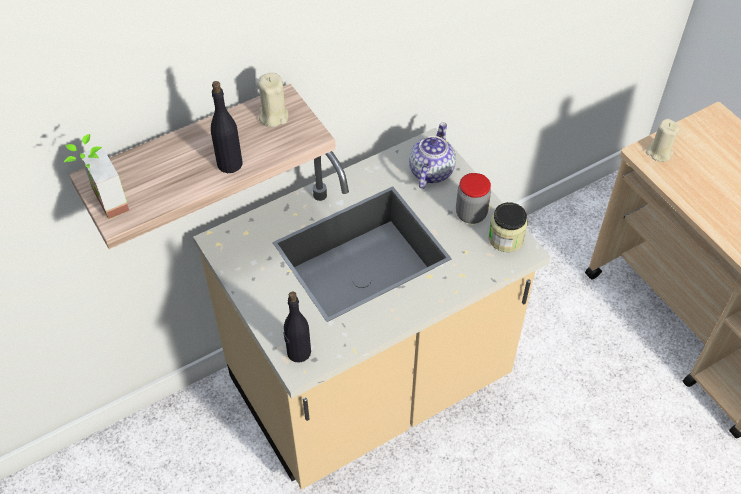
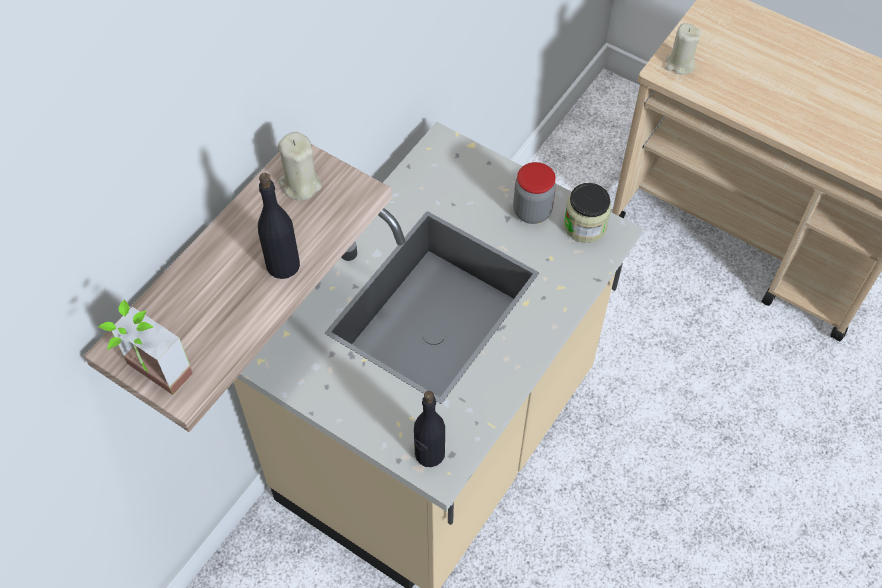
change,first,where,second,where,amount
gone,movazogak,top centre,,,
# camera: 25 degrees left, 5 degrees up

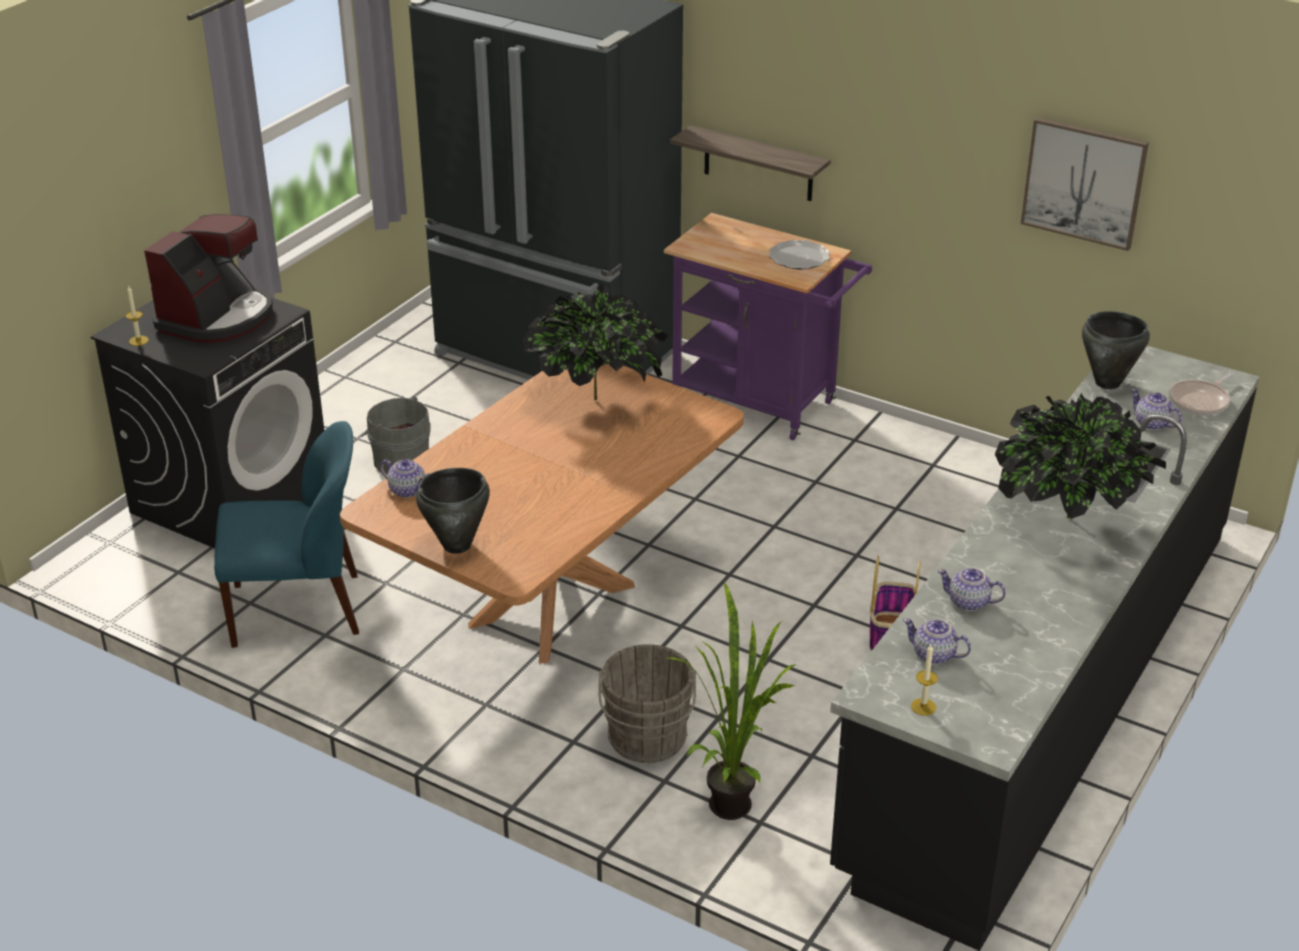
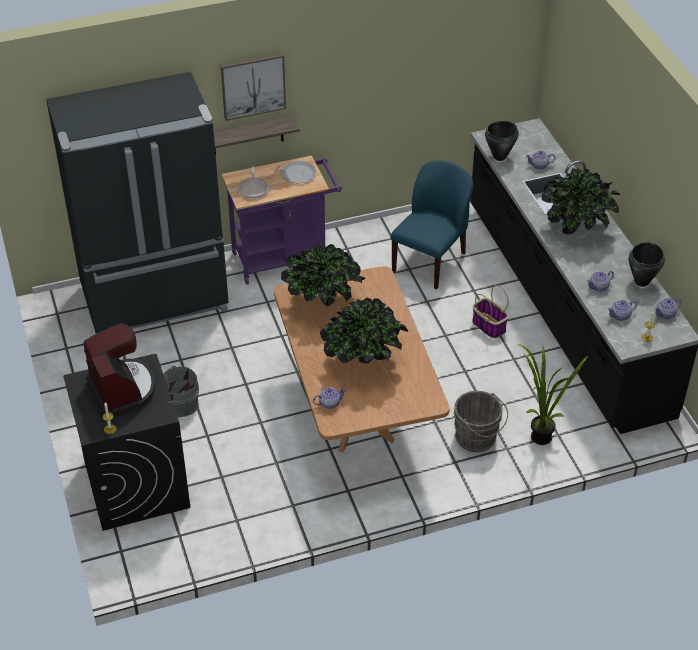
change,first,where,second,where,amount
shifted,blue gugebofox,middle left,,centre,
shifted,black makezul (no. 1 from left in the first image),centre,black makezul (no. 2 from left),middle right,
shifted,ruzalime,top right,,top centre,
shifted,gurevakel,middle right,,top centre,
new,,,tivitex (no. 2 from left),centre,
new,,,movazogak (no. 5 from left),middle right,
# camera: 50 degrees left, 10 degrees up

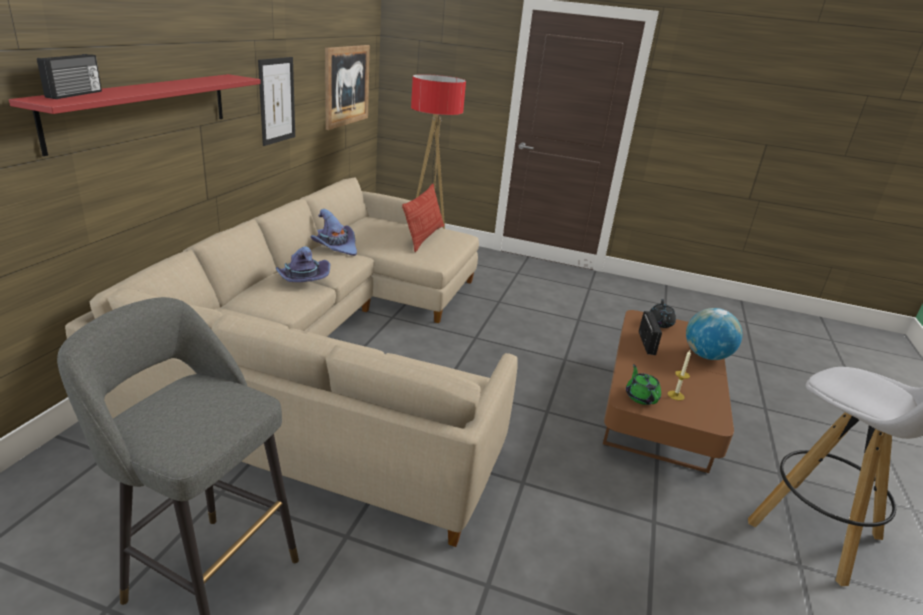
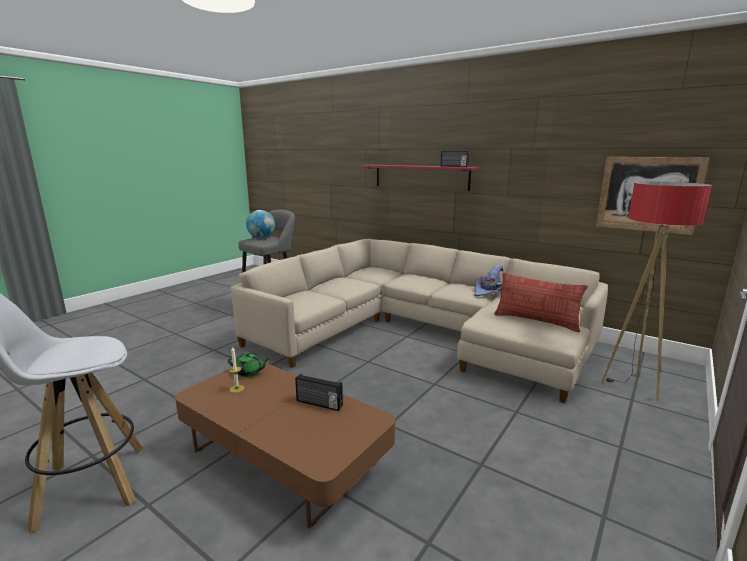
change,first,where,second,where,amount
shifted,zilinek (no. 1 from left in the first image),top left,zilinek (no. 2 from left),top centre,
gone,ruzalime (no. 1 from left),top left,,,
gone,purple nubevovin (no. 1 from left),middle left,,,
gone,black movazogak,middle right,,,
shifted,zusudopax,middle right,,centre,
# camera: 110 degrees right, 10 degrees down

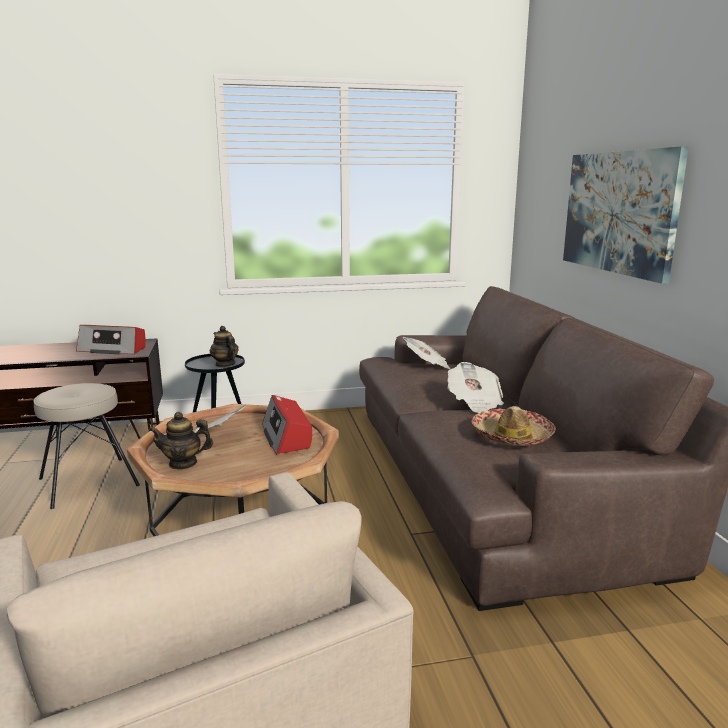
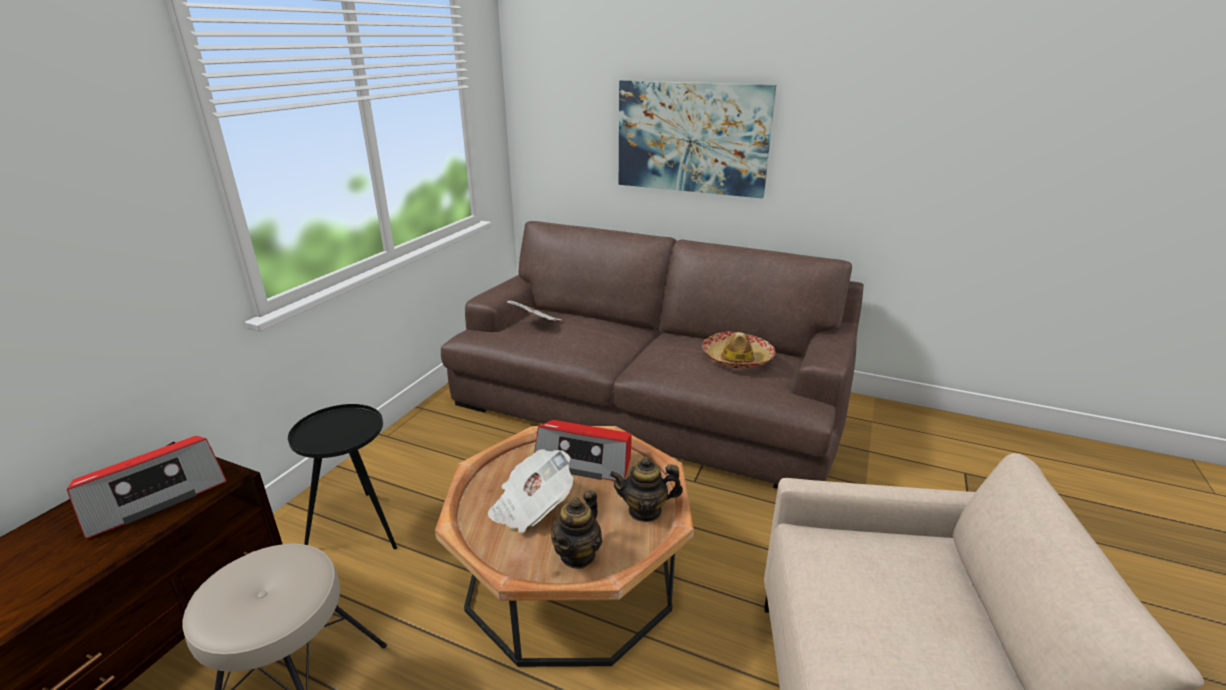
change,first,where,second,where,amount
shifted,movazogak (no. 2 from left),middle left,,bottom centre,
gone,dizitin (no. 3 from left),centre,,,
# camera: 55 degrees left, 10 degrees up

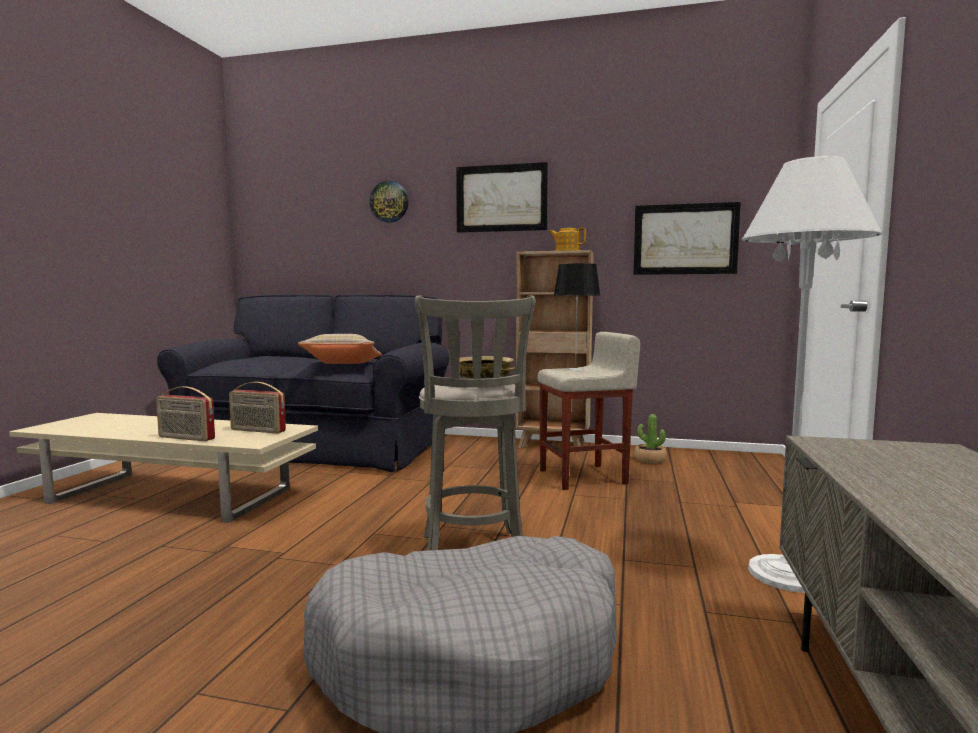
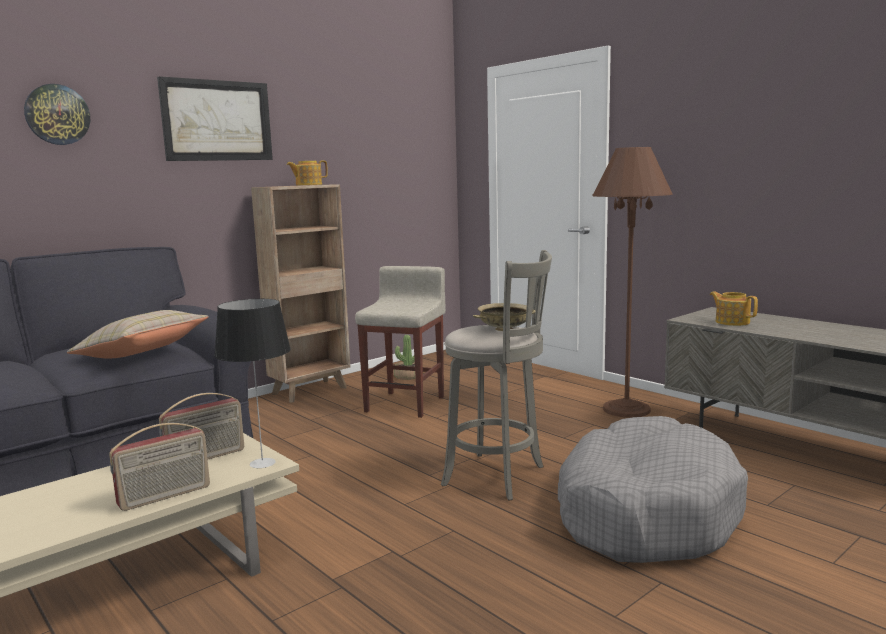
change,first,where,second,where,amount
shifted,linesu,centre,,middle left,
gone,ruzalime (no. 2 from left),top right,,,
repainted,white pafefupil,middle right,brown pafefupil,middle right,
new,,,movazogak (no. 2 from left),middle right,
# camera: 55 degrees left, 5 degrees up

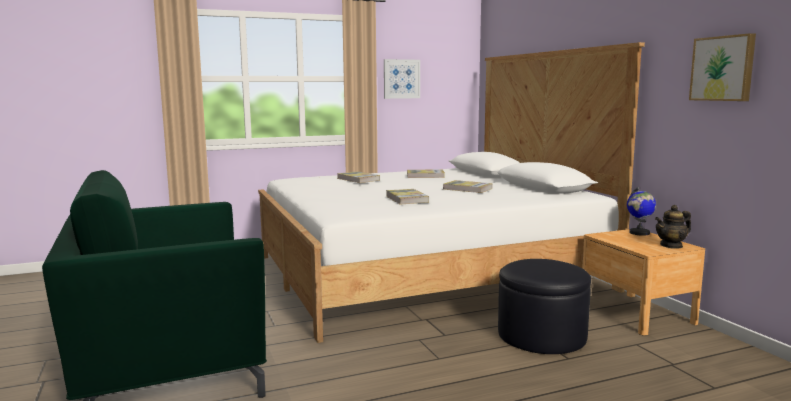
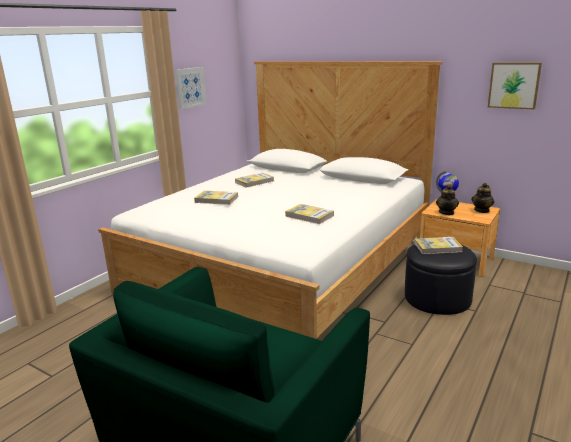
change,first,where,second,where,amount
shifted,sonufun (no. 4 from left),centre,,middle right,
new,,,movazogak (no. 1 from left),middle right,
# camera: 35 degrees left, 10 degrees up

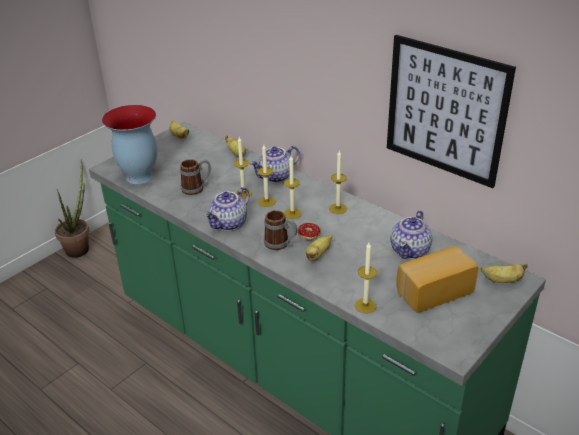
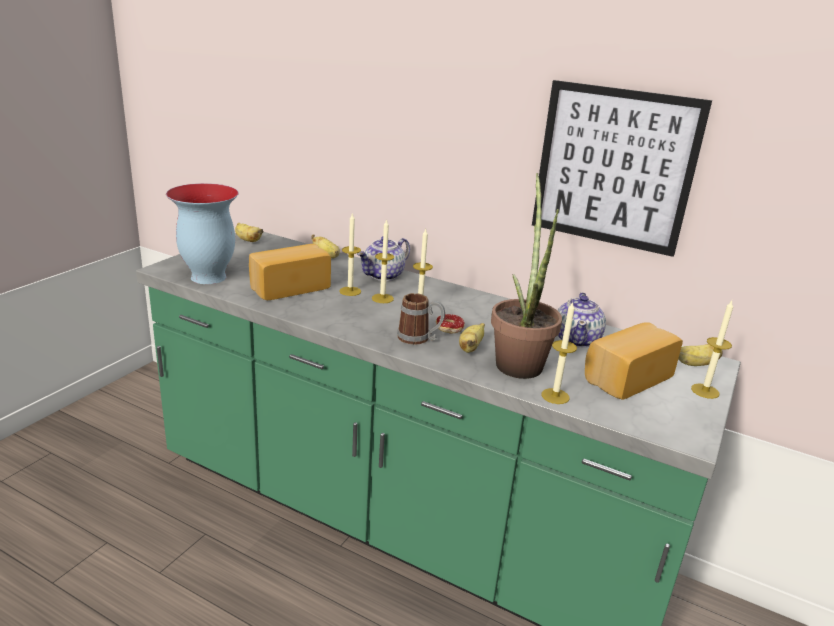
change,first,where,second,where,amount
shifted,tivitex,middle left,,centre,
swapped,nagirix (no. 1 from left),centre,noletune (no. 1 from left),centre,
gone,movazogak (no. 1 from left),centre,,,
shifted,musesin (no. 4 from left in the first image),centre,musesin (no. 5 from left),middle right,
# camera: 15 degrees left, 10 degrees down

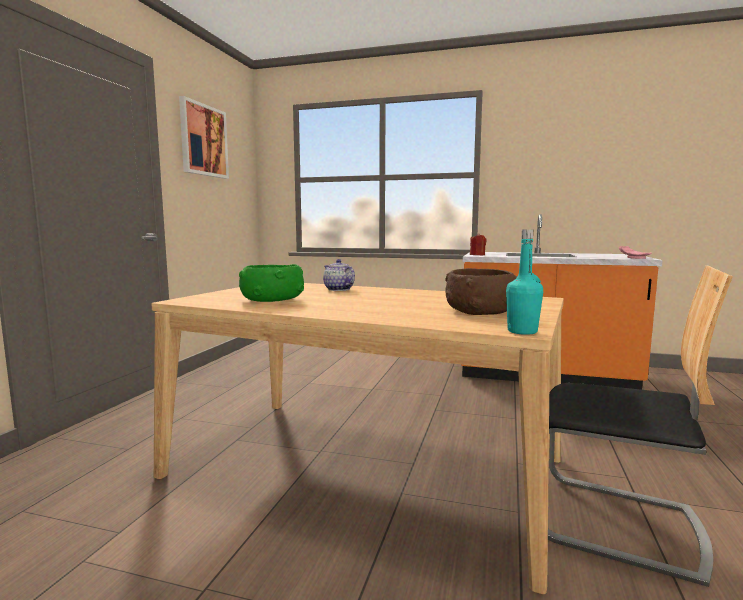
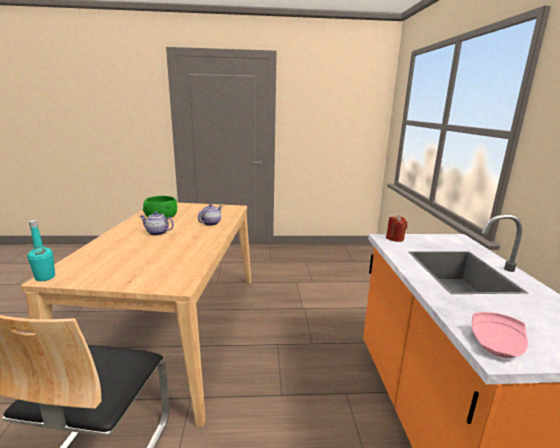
change,first,where,second,where,amount
gone,ruzalime,top left,,,
gone,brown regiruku,centre,,,
new,,,movazogak (no. 1 from left),middle left,
# camera: 70 degrees right, 10 degrees up

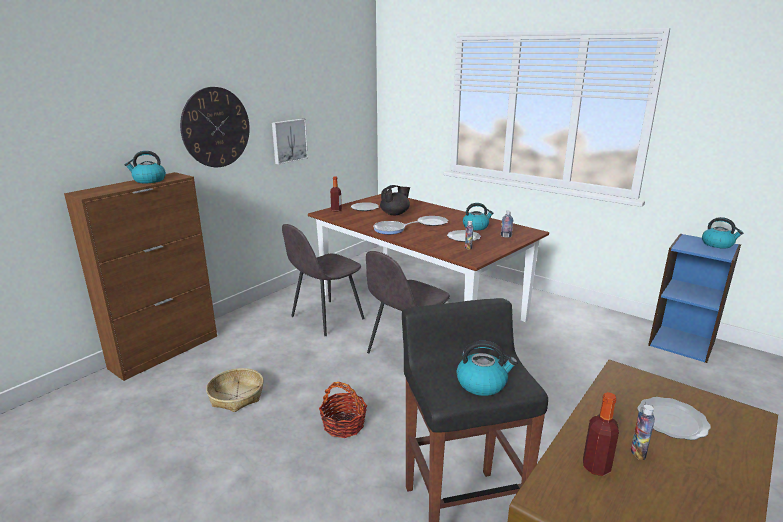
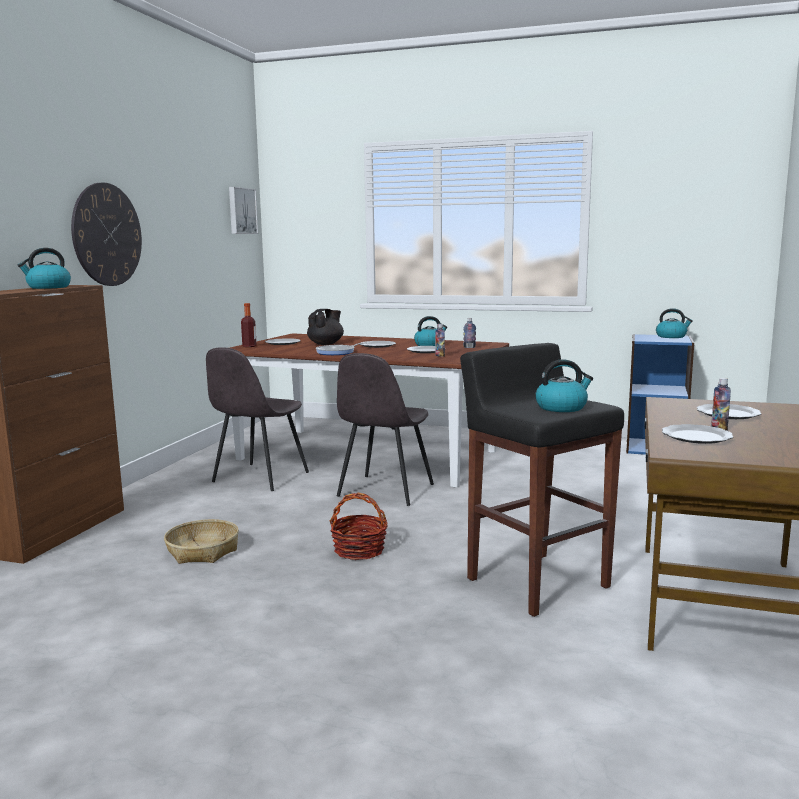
change,first,where,second,where,amount
shifted,ruzalime,top centre,,top left,
swapped,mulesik (no. 4 from left),bottom right,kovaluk (no. 4 from left),middle right,
# camera: 20 degrees left, 10 degrees down

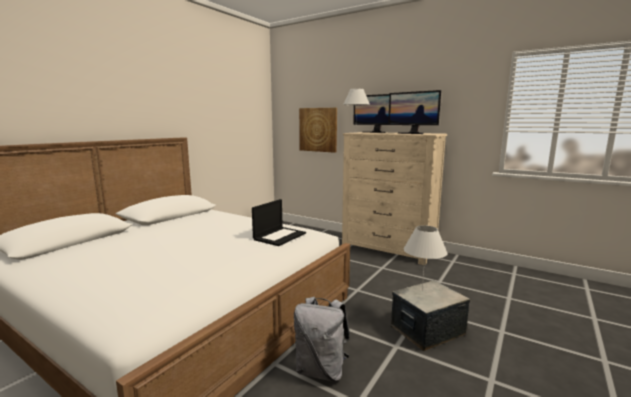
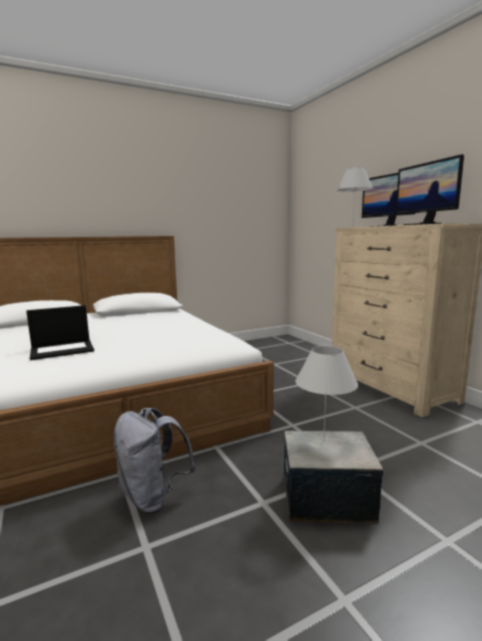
change,first,where,second,where,amount
shifted,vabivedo,centre,,middle left,
gone,ruzalime,top centre,,,
# camera: 30 degrees right, 0 degrees up

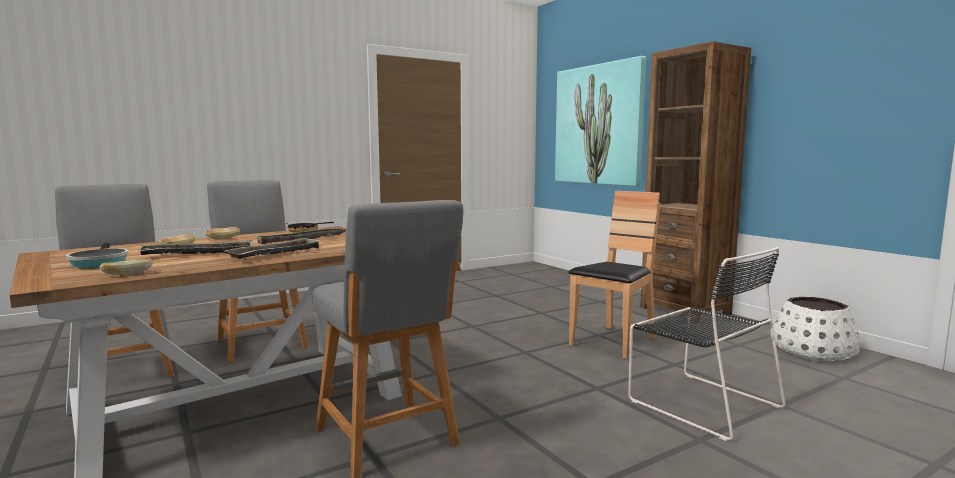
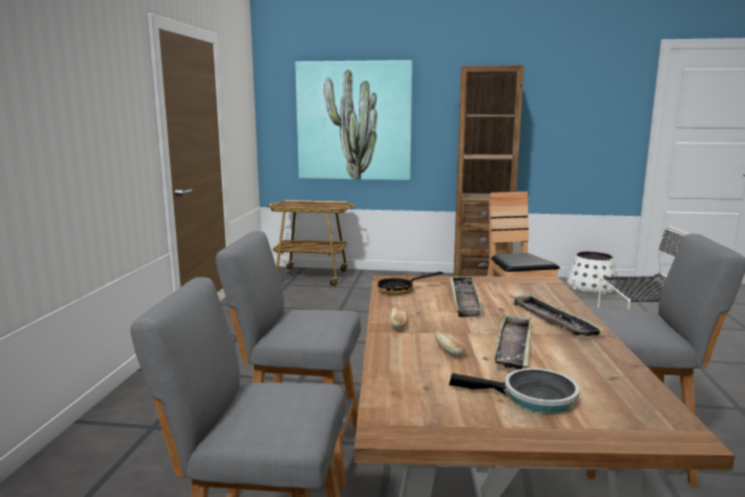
change,first,where,second,where,amount
gone,noletune (no. 1 from left),middle left,,,
new,,,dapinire,centre,
# camera: 50 degrees left, 5 degrees up

